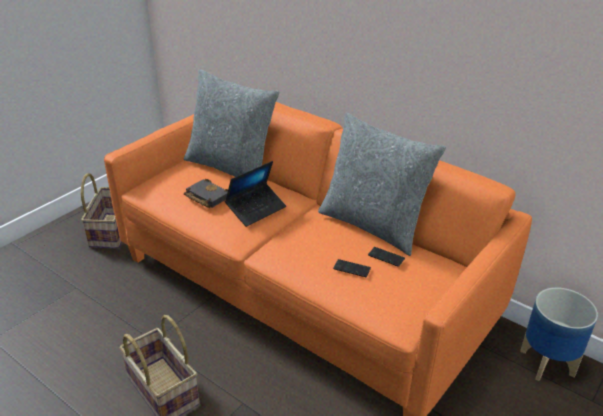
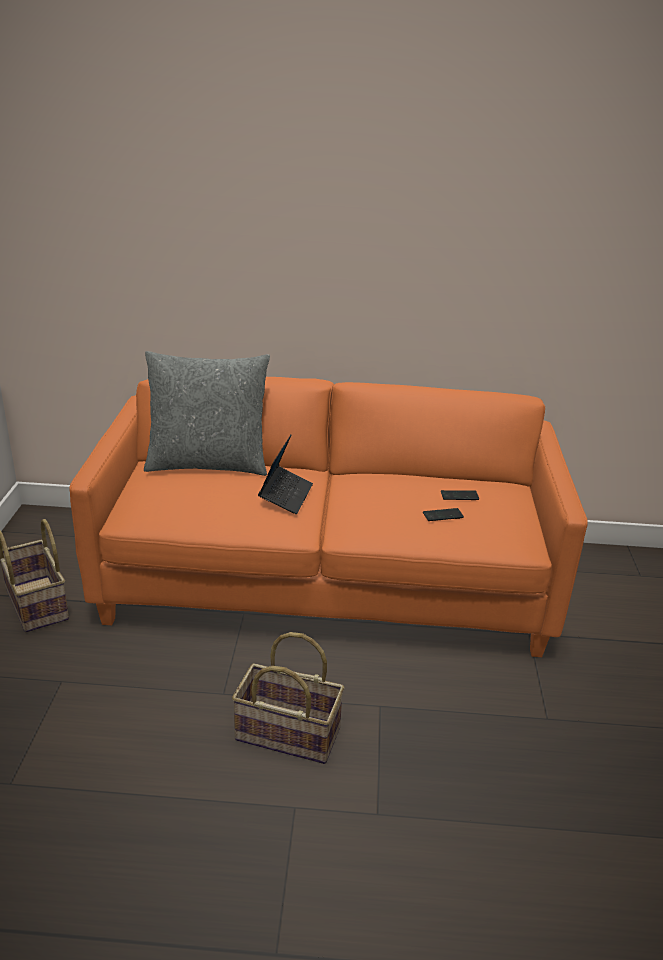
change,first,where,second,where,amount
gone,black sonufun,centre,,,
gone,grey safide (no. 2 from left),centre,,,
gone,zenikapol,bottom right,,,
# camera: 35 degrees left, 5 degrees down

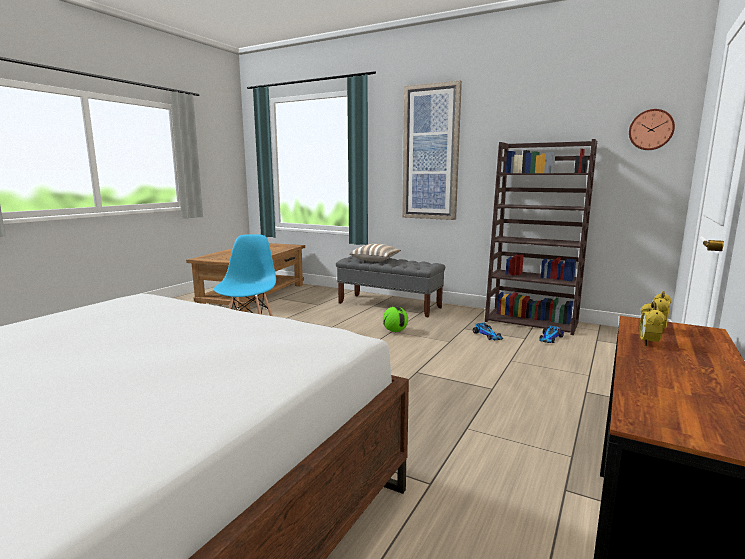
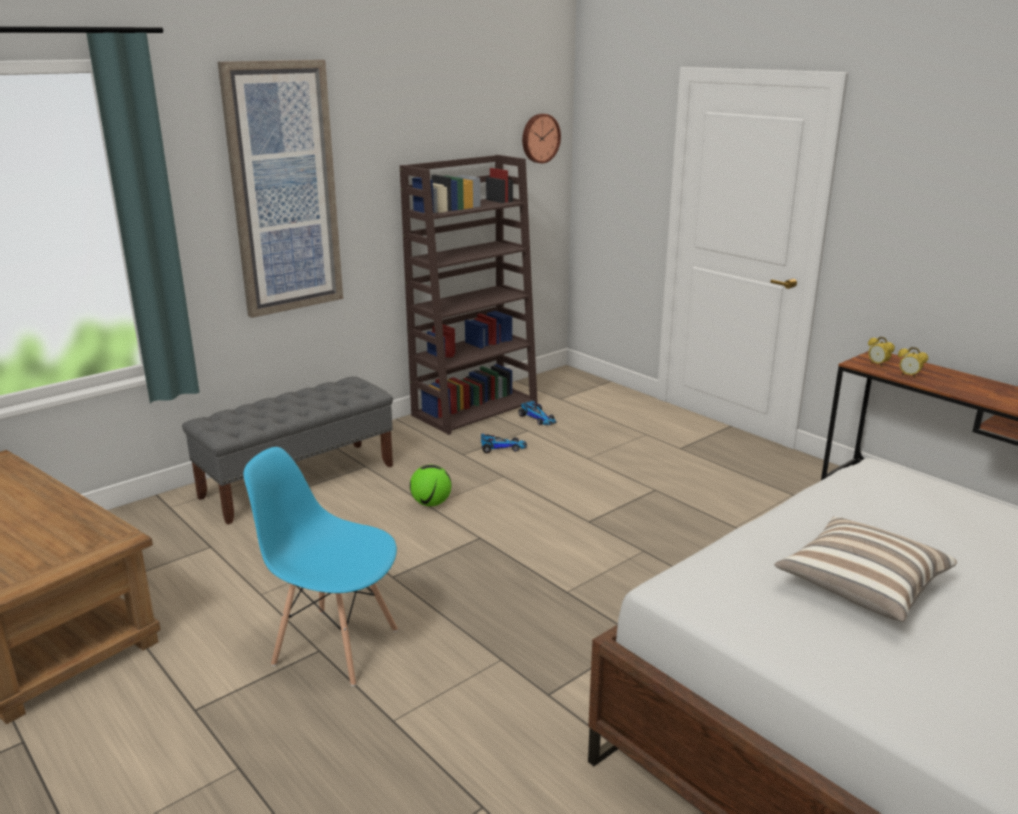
change,first,where,second,where,amount
shifted,safide,centre,,bottom right,
# camera: 70 degrees left, 10 degrees up

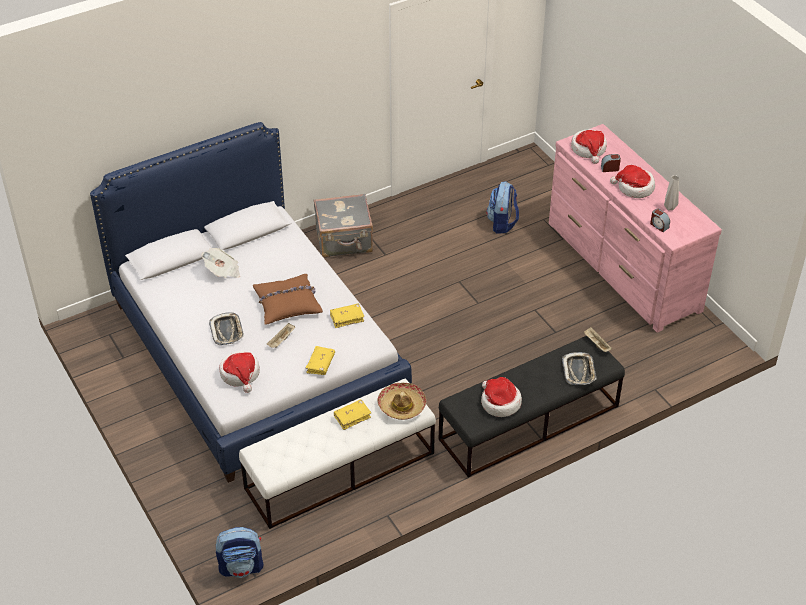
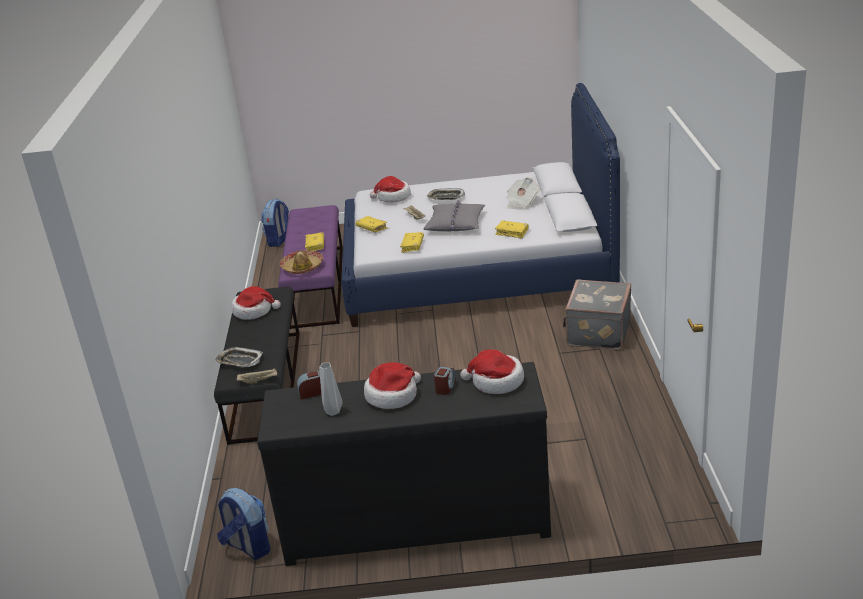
change,first,where,second,where,amount
repainted,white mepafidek,bottom centre,purple mepafidek,centre,
repainted,brown safide,centre,grey safide,centre,
shifted,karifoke (no. 2 from left in the first image),centre,karifoke (no. 1 from left),bottom left,
repainted,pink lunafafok,middle right,black lunafafok,bottom centre,
new,,,yellow sonufun (no. 4 from left),centre,
# camera: 120 degrees right, 15 degrees down

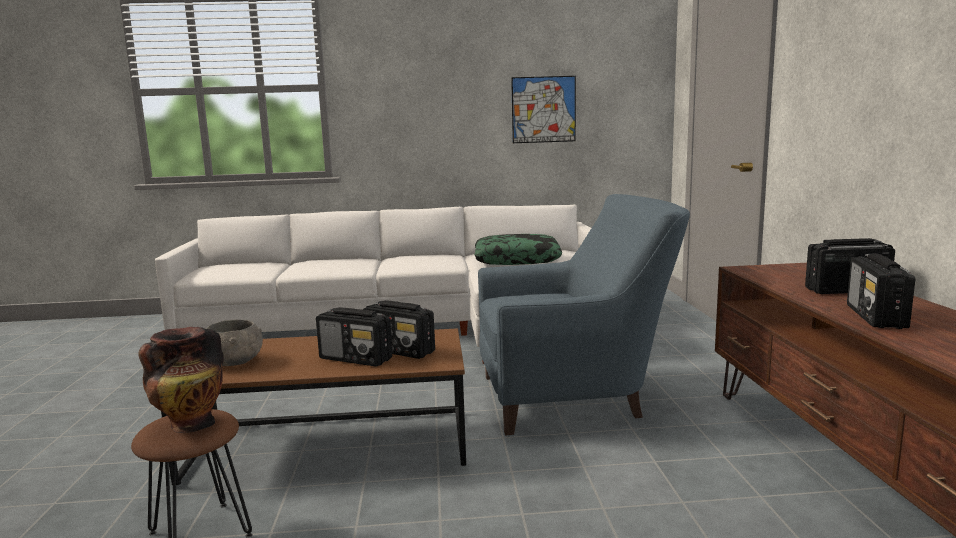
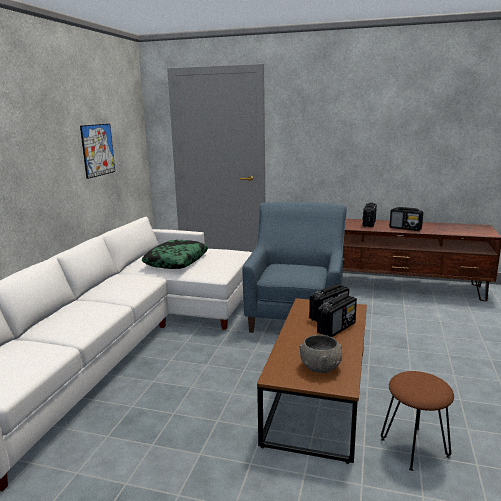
change,first,where,second,where,amount
gone,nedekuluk,bottom left,,,
# camera: 70 degrees left, 5 degrees up

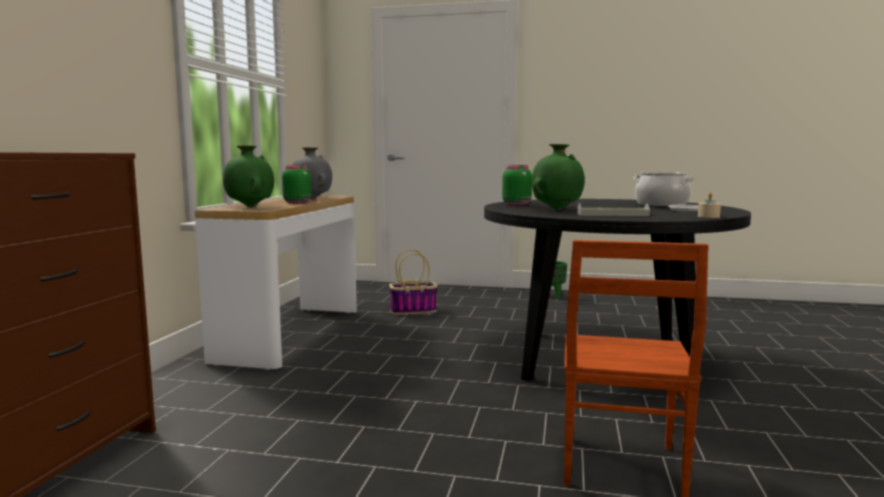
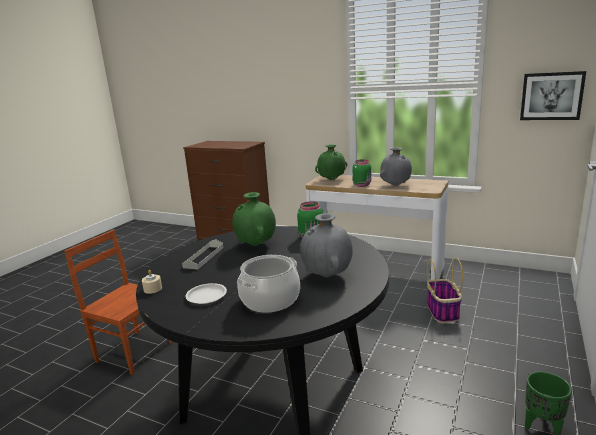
change,first,where,second,where,amount
new,,,grey nedekuluk (no. 1 from left),centre,
new,,,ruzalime,top right,
# camera: 105 degrees right, 10 degrees up

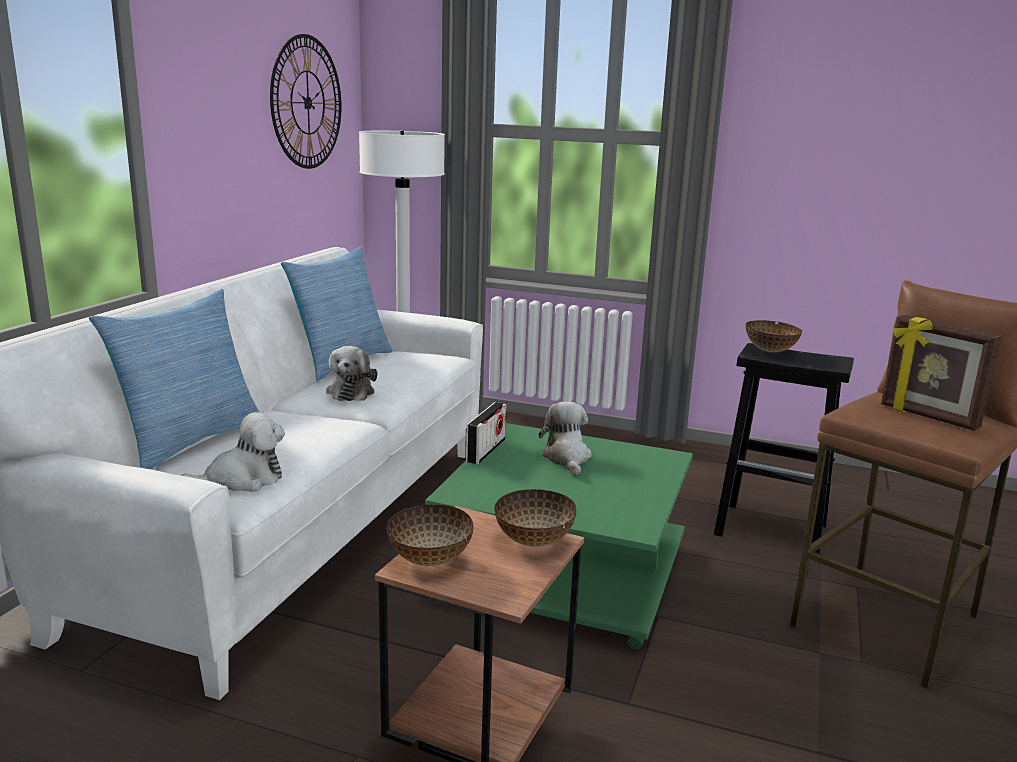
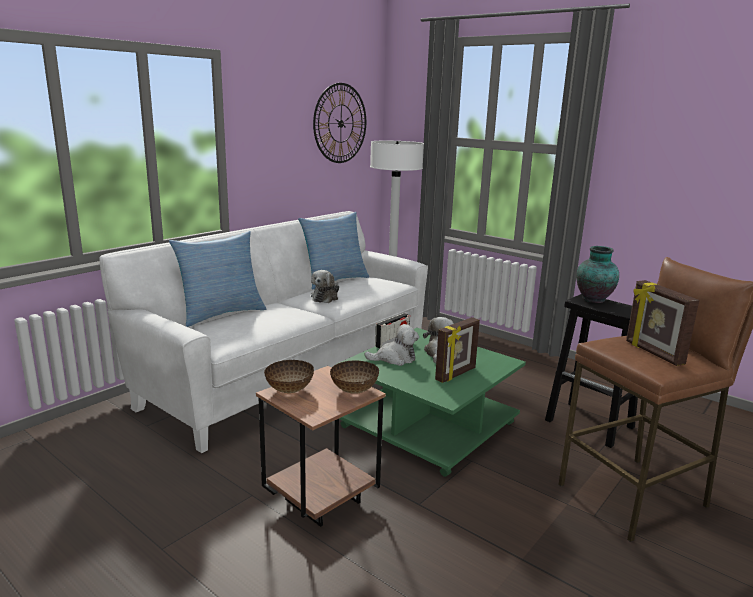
change,first,where,second,where,amount
shifted,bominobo (no. 1 from left in the first image),middle left,bominobo (no. 2 from left),centre,
swapped,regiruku (no. 3 from left),middle right,nedekuluk,middle right,
new,,,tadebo (no. 1 from left),centre,
# camera: 20 degrees right, 0 degrees up

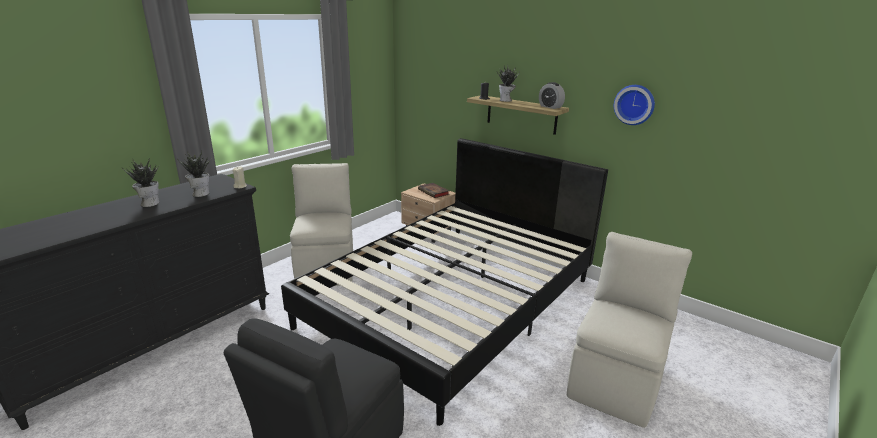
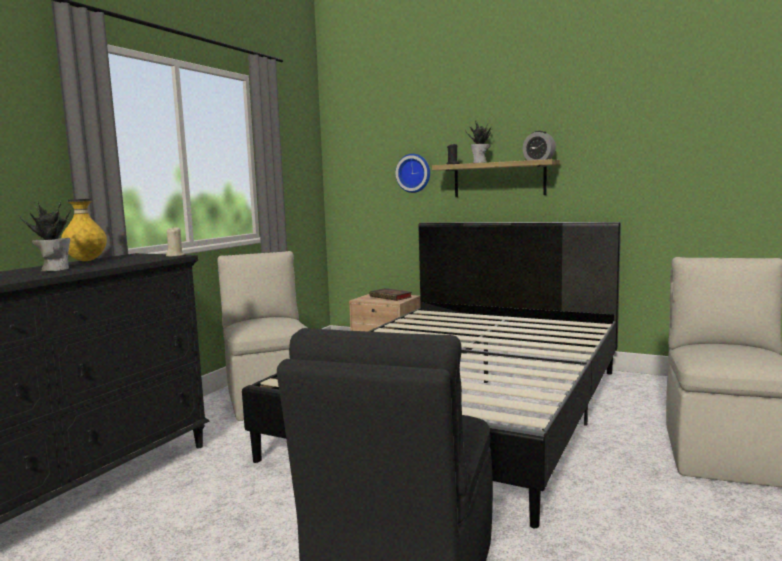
change,first,where,second,where,amount
gone,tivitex (no. 2 from left),middle left,,,
shifted,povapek,top right,,top centre,
new,,,yellow nedekuluk,middle left,
# camera: 10 degrees left, 15 degrees down

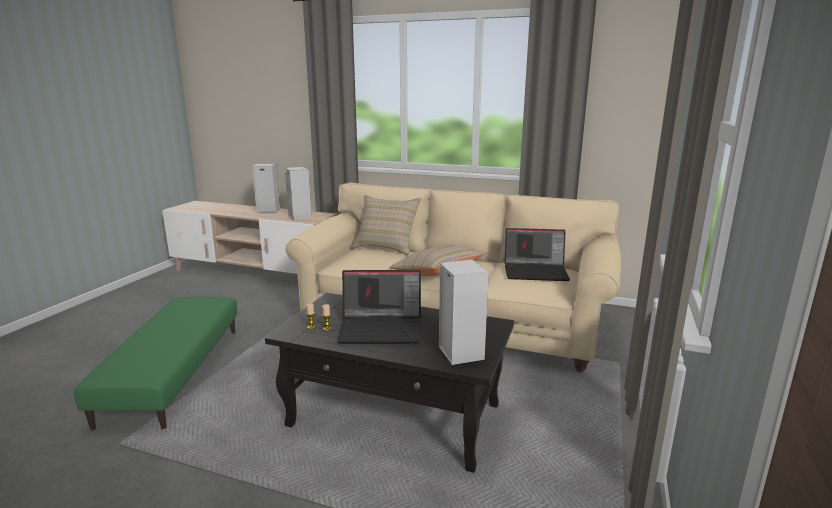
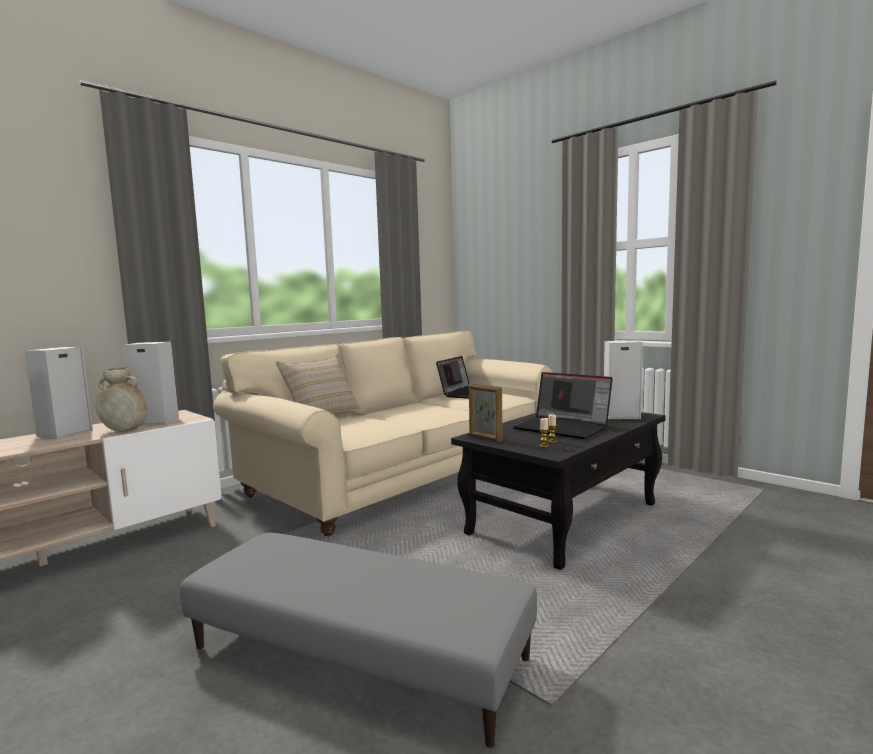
change,first,where,second,where,amount
repainted,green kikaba,bottom left,grey kikaba,bottom centre,
rotated,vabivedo (no. 1 from left in the first image),centre,vabivedo (no. 2 from left),centre,105 degrees clockwise
gone,beige safide (no. 2 from left),centre,,,
new,,,beige nedekuluk,middle left,
new,,,tadebo,centre,
# camera: 65 degrees left, 10 degrees down

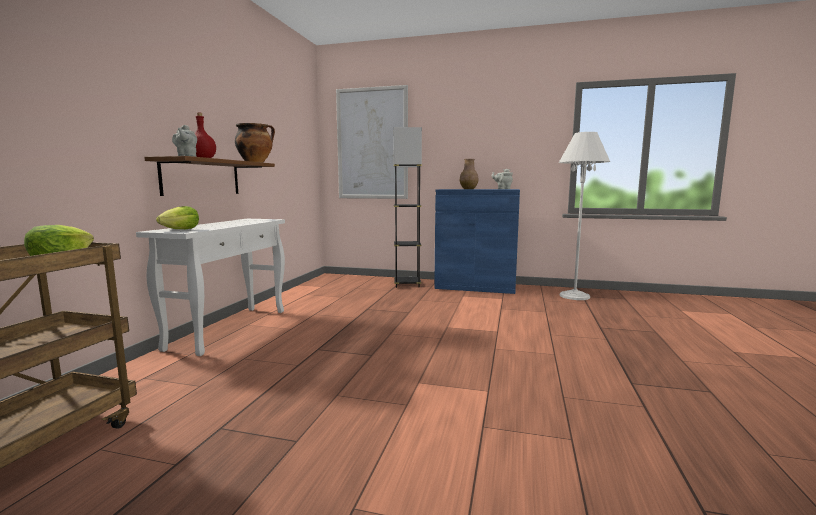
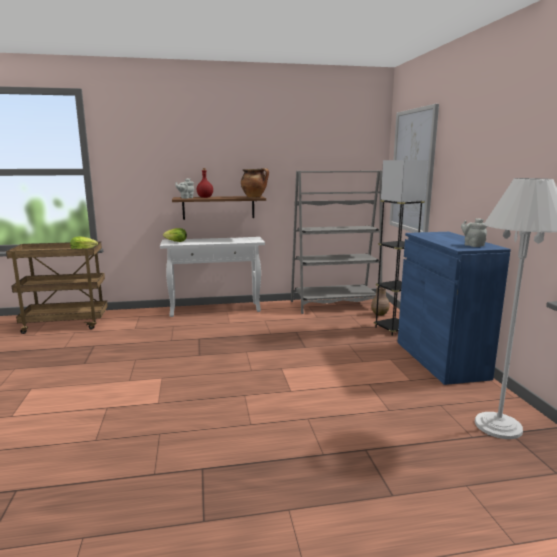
change,first,where,second,where,amount
shifted,brown nedekuluk,centre,,middle right,
new,,,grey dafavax,centre,
# camera: 65 degrees right, 5 degrees up

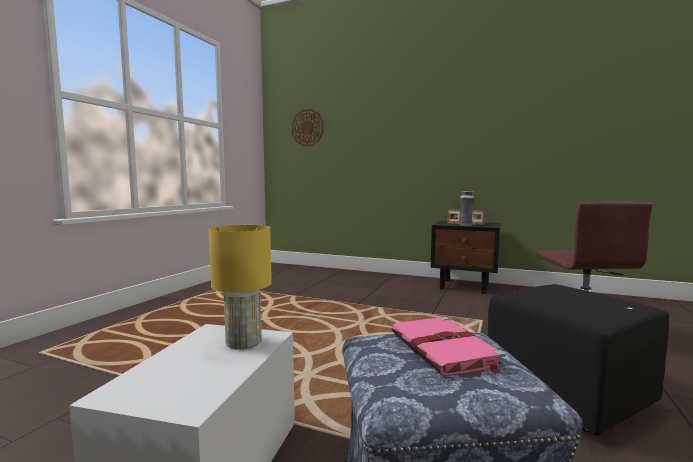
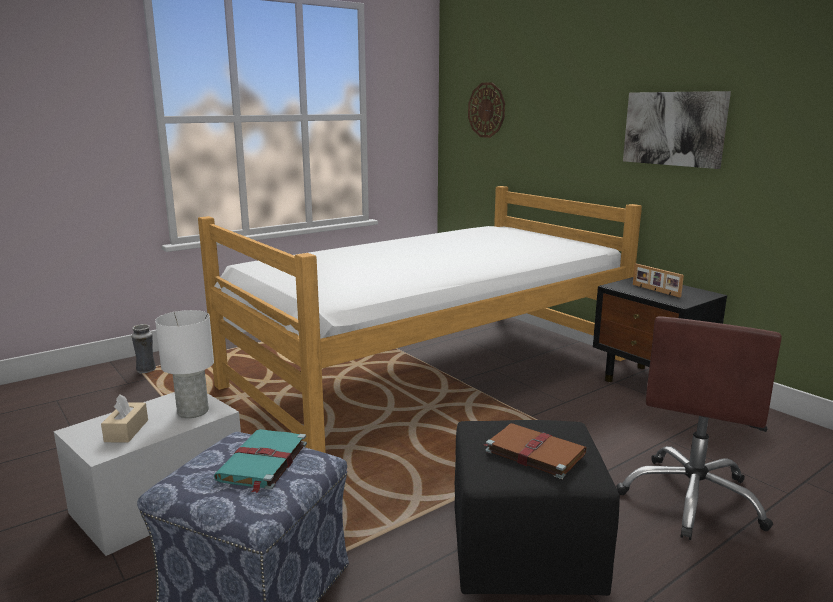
change,first,where,second,where,amount
repainted,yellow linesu,centre,white linesu,middle left,
repainted,pink sonufun,bottom centre,turquoise sonufun,bottom left,
shifted,nedekuluk,middle right,,middle left,
new,,,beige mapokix,bottom left,
new,,,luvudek,centre,
new,,,brown sonufun,bottom centre,
new,,,ruzalime,top right,
# camera: 30 degrees right, 10 degrees up

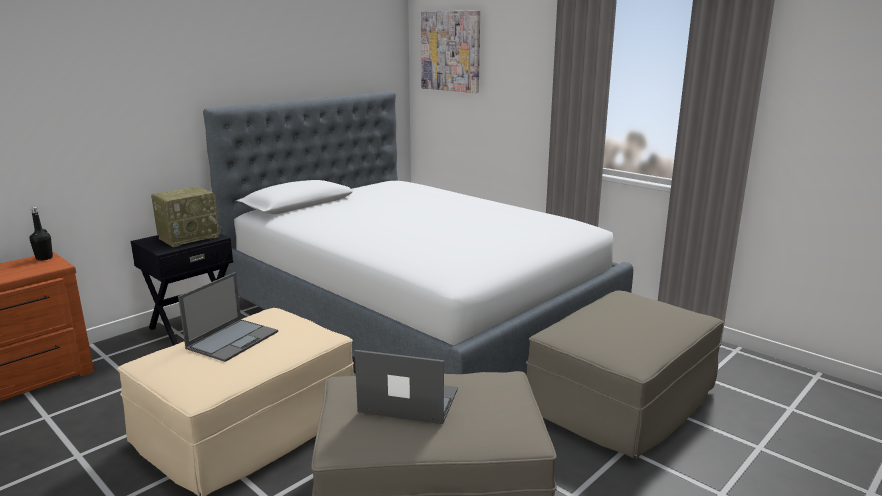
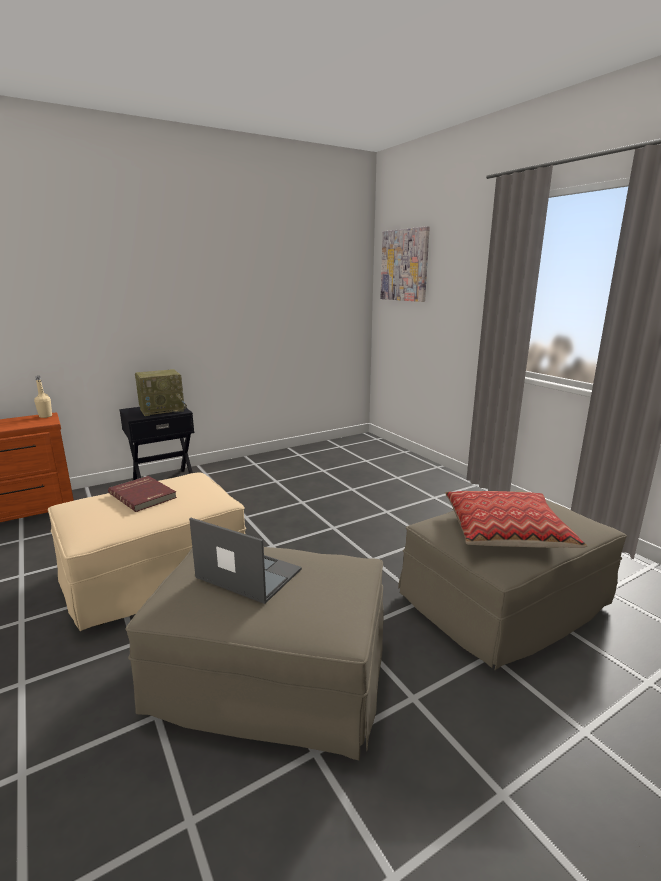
change,first,where,second,where,amount
repainted,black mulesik,middle left,beige mulesik,middle left,
swapped,vabivedo (no. 1 from left),middle left,red sonufun,middle left,
gone,luvudek,centre,,,
new,,,safide,middle right,
# camera: 15 degrees right, 0 degrees up

